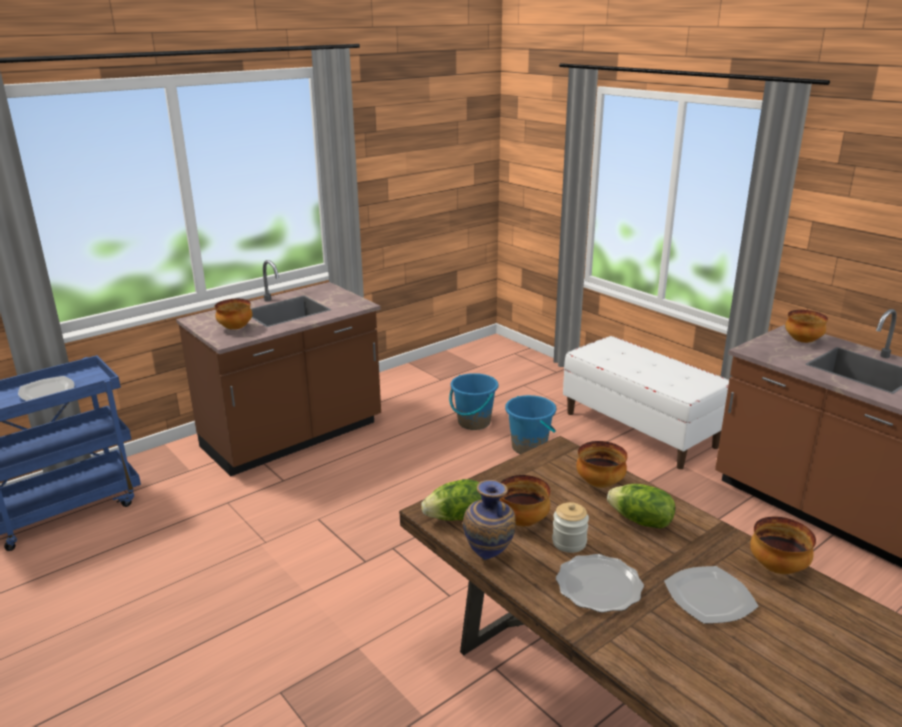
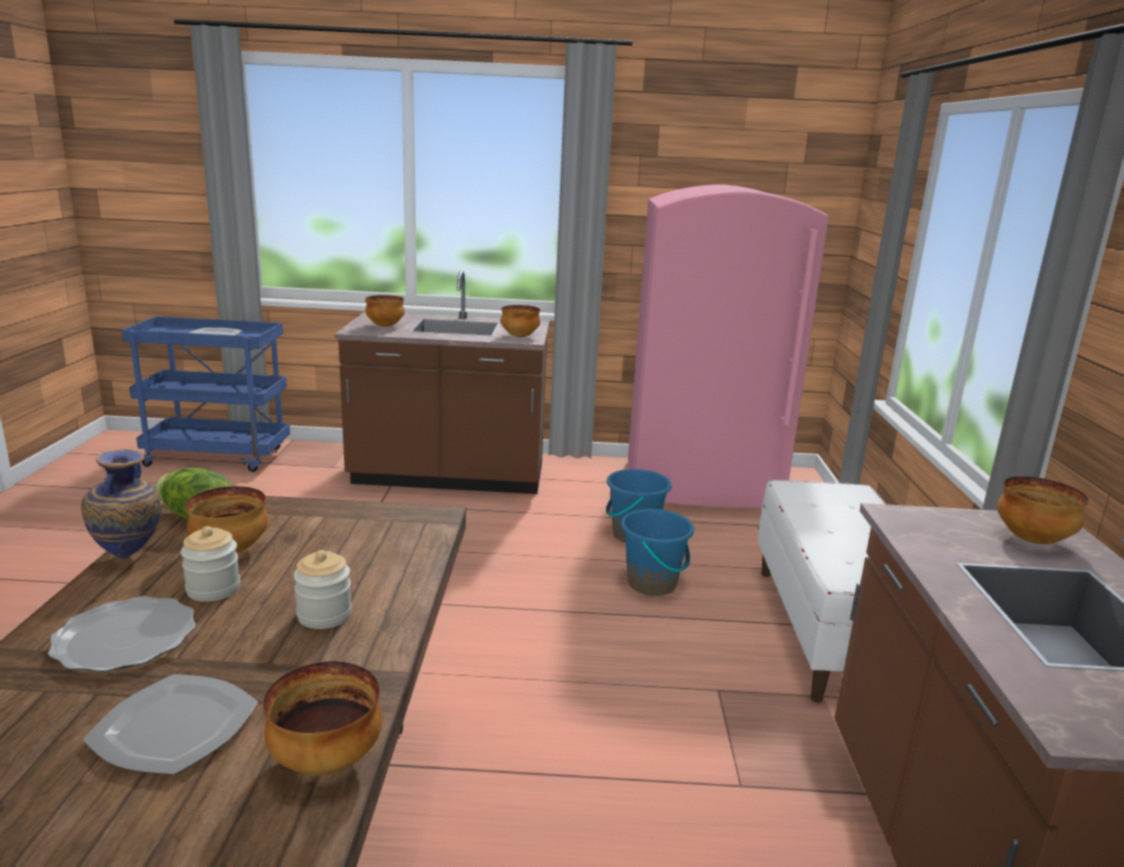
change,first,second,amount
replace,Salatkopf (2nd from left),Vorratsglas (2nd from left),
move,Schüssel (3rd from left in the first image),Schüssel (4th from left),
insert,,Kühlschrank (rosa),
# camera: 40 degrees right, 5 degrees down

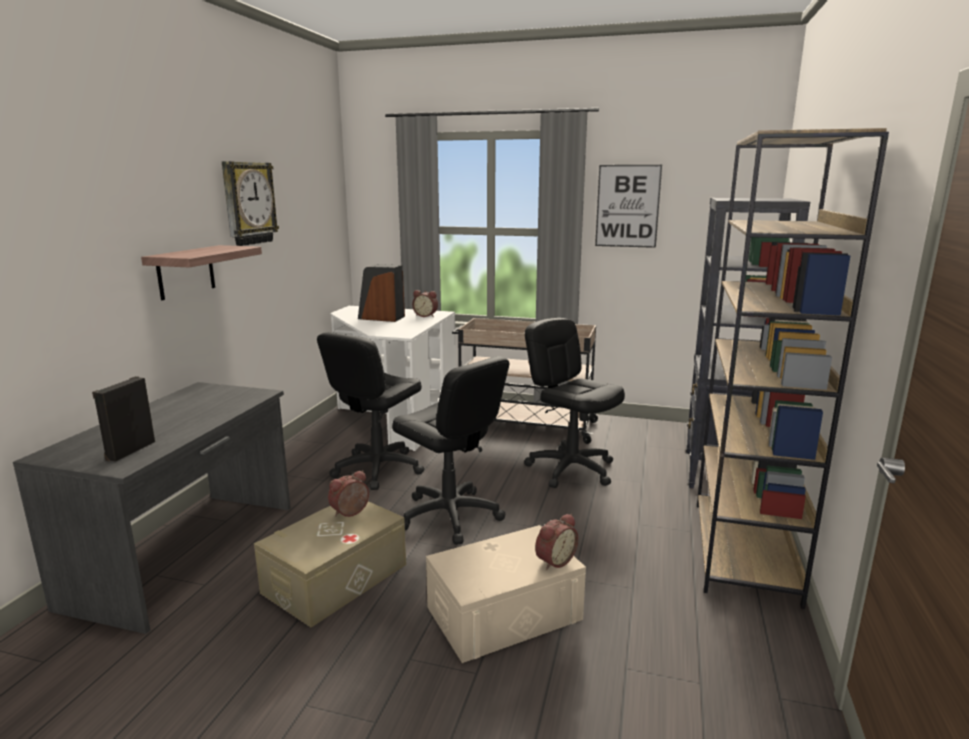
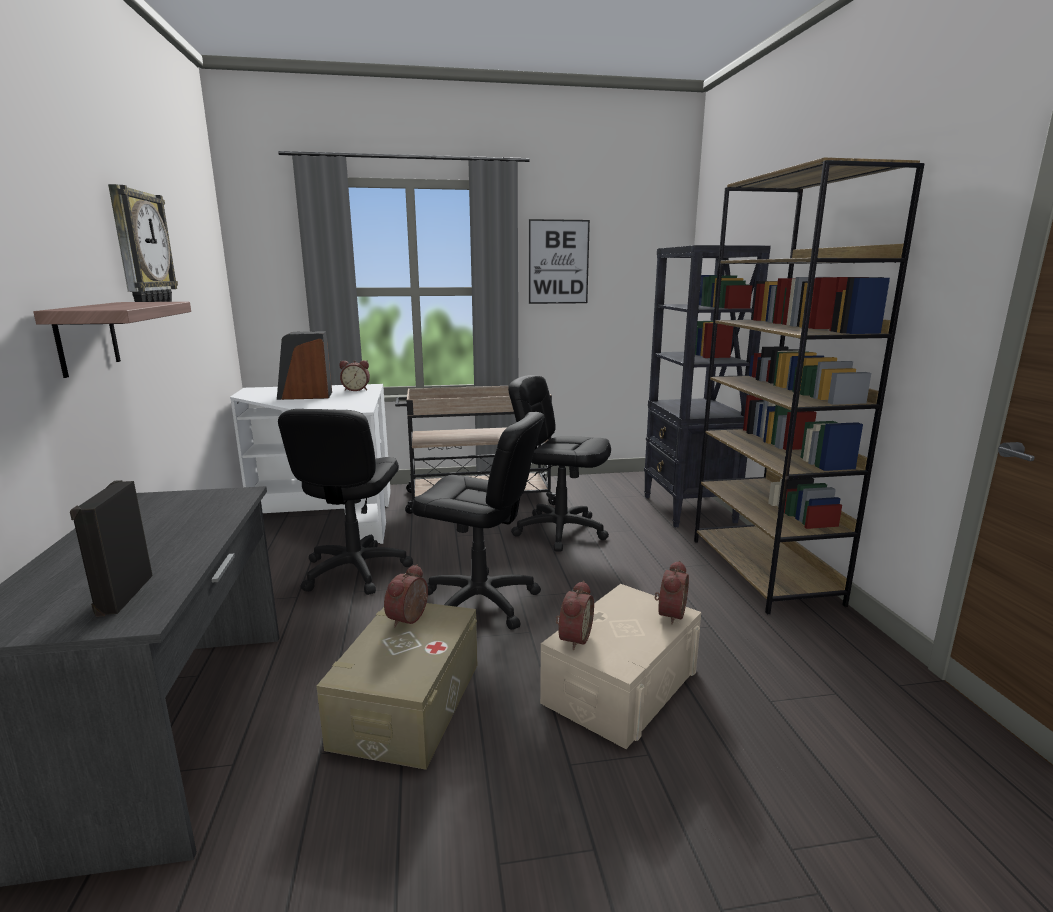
change,first,second,amount
insert,,Wecker (3rd from left),
# camera: 25 degrees left, 0 degrees up

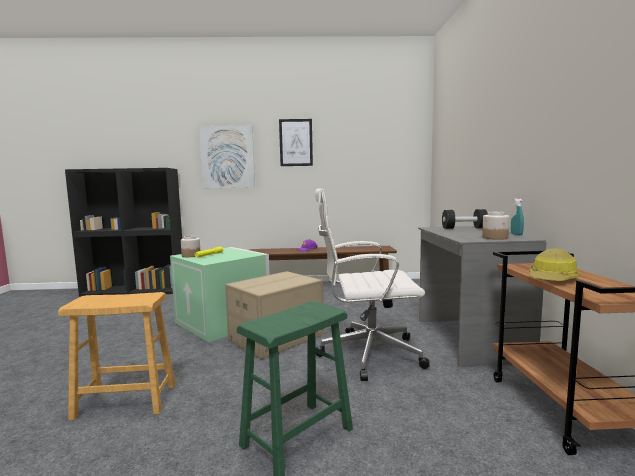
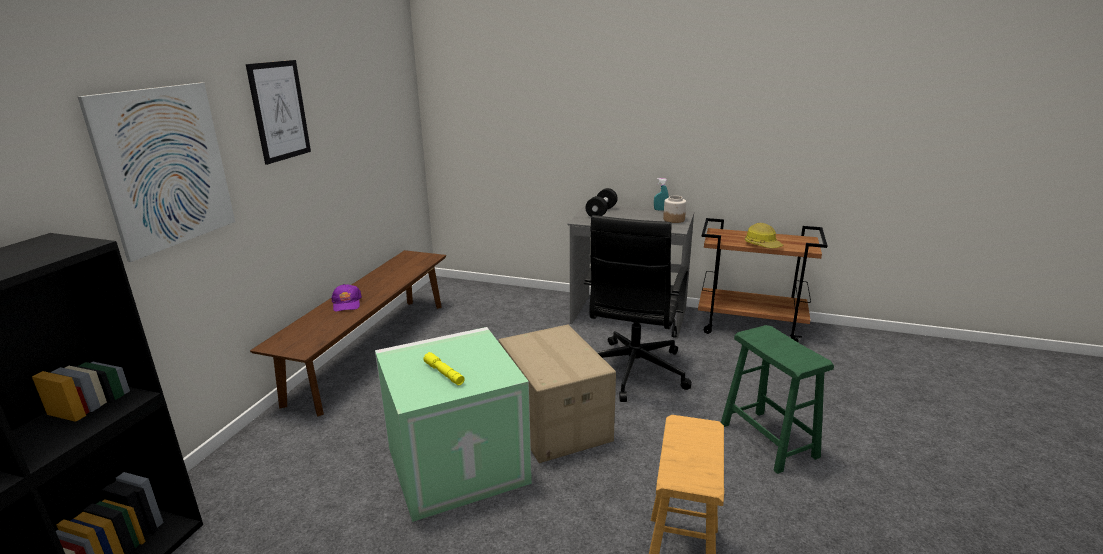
change,first,second,amount
recolor,Bürostuhl (weiß),Bürostuhl (schwarz),
delete,Vorratsglas (1st from left),,
# camera: 70 degrees left, 15 degrees up

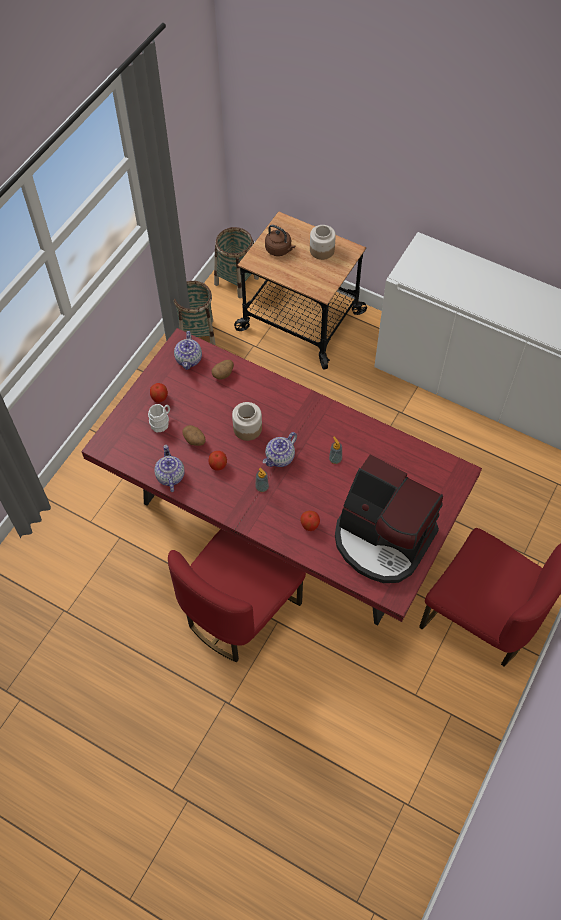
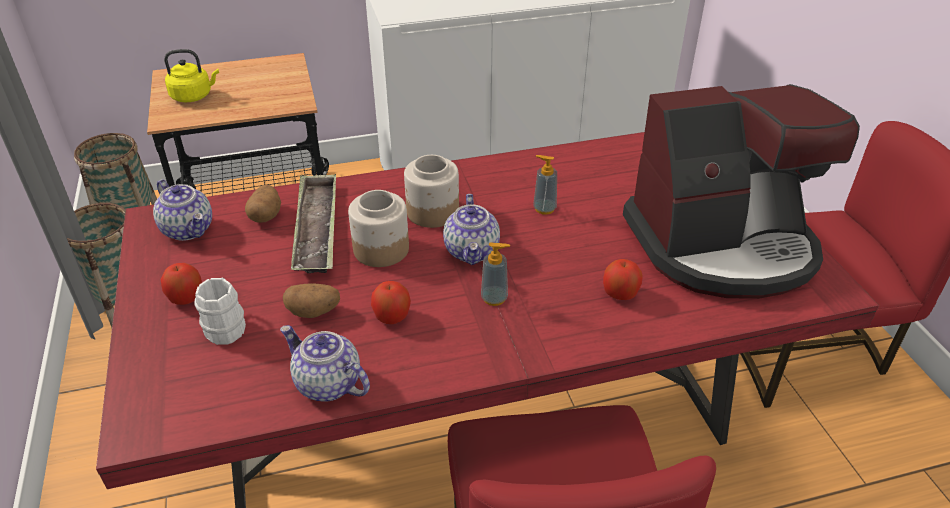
change,first,second,amount
recolor,Wasserkessel (braun),Wasserkessel (gelb),
insert,,Tablett,
move,Vorratsglas (2nd from left),,
# camera: 45 degrees left, 20 degrees down

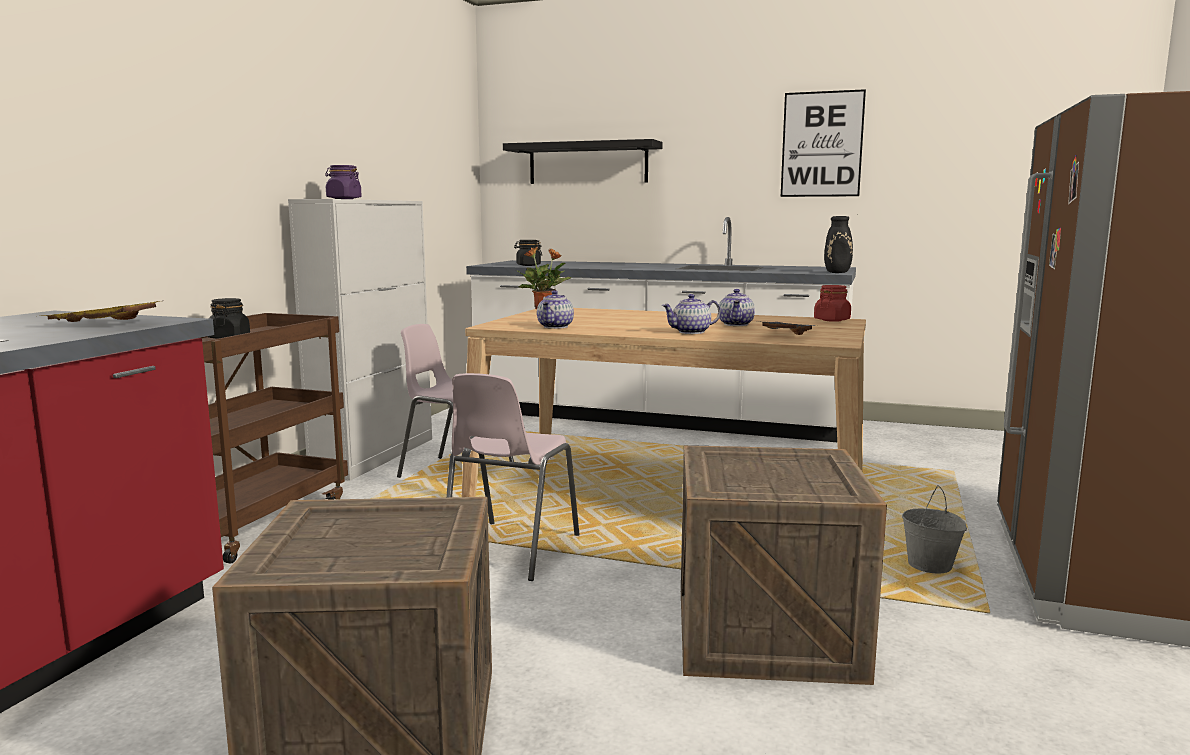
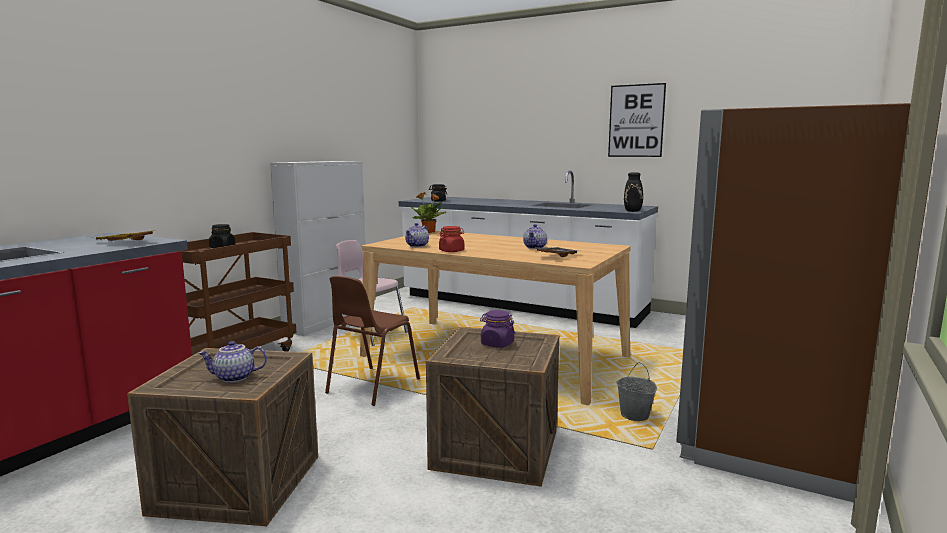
change,first,second,amount
move,Teekanne (2nd from left in the first image),Teekanne (1st from left),
recolor,Stuhl (rosa) (2nd from left),Stuhl (braun),
move,Vorratsglas (rot),,
move,Vorratsglas (lila),,
delete,Wandregal (schwarz),,
# camera: 10 degrees right, 0 degrees up

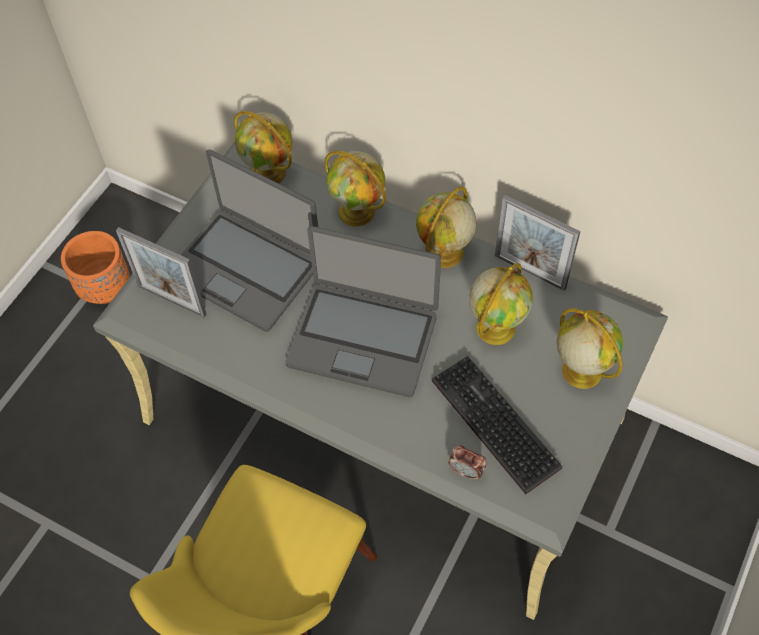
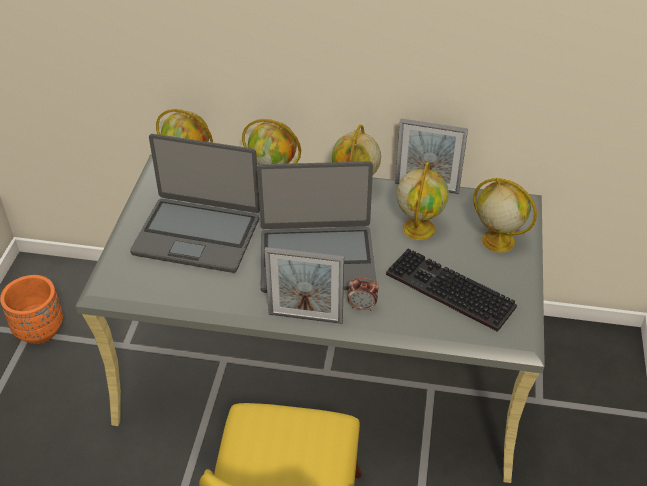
change,first,second,amount
move,Bilderrahmen (1st from left),,
move,Wecker,,
# camera: 20 degrees left, 15 degrees down

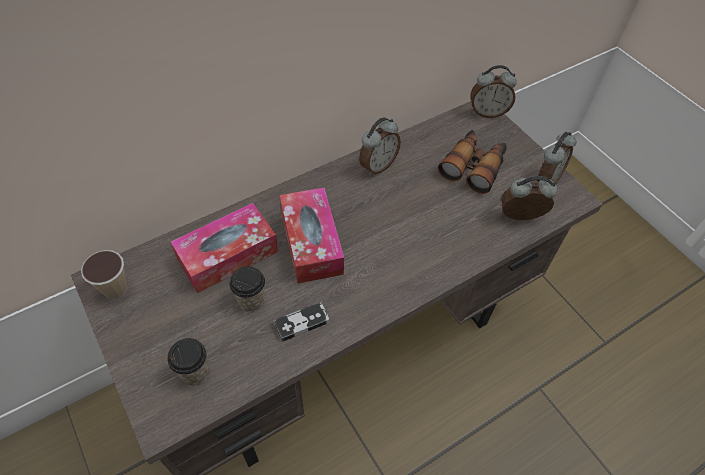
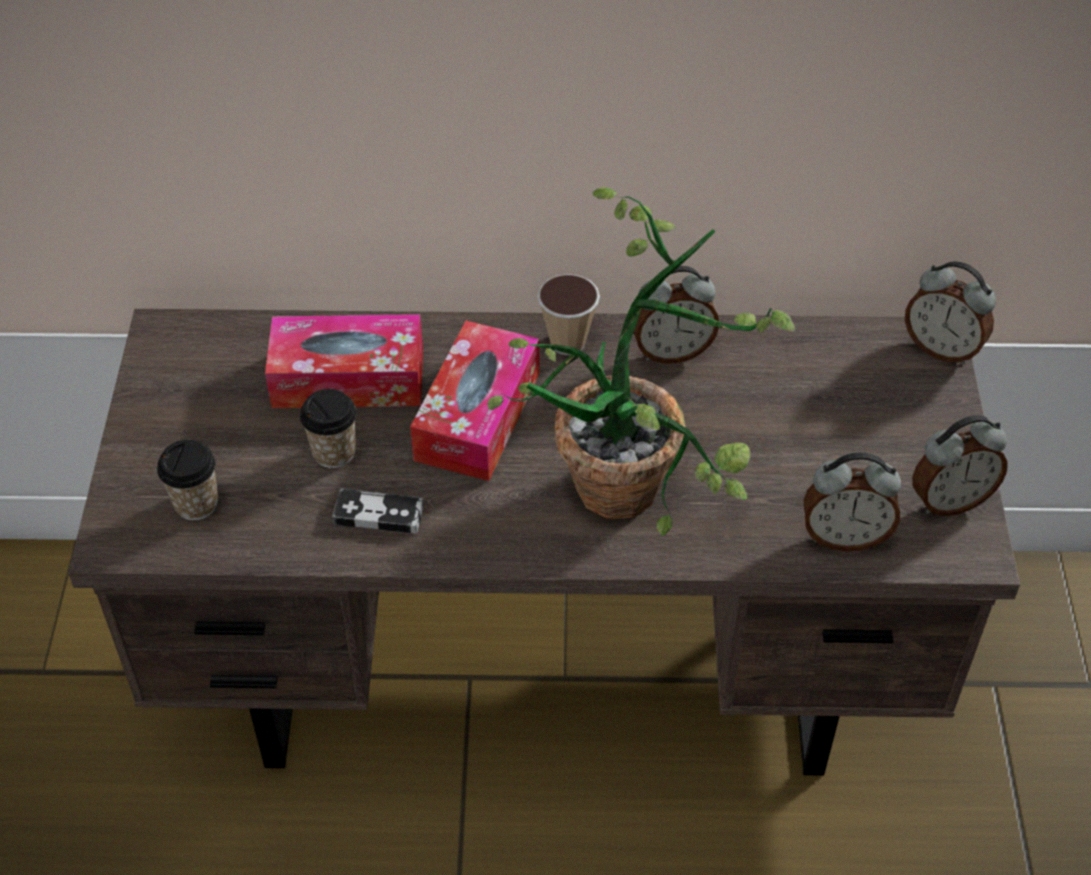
change,first,second,amount
insert,,Topfpflanze,
move,Tasse (1st from left in the first image),Tasse (3rd from left),
rotate,Wecker (3rd from left in the first image),Wecker (2nd from left),150 degrees clockwise
delete,Fernglas,,
# camera: 35 degrees right, 5 degrees down

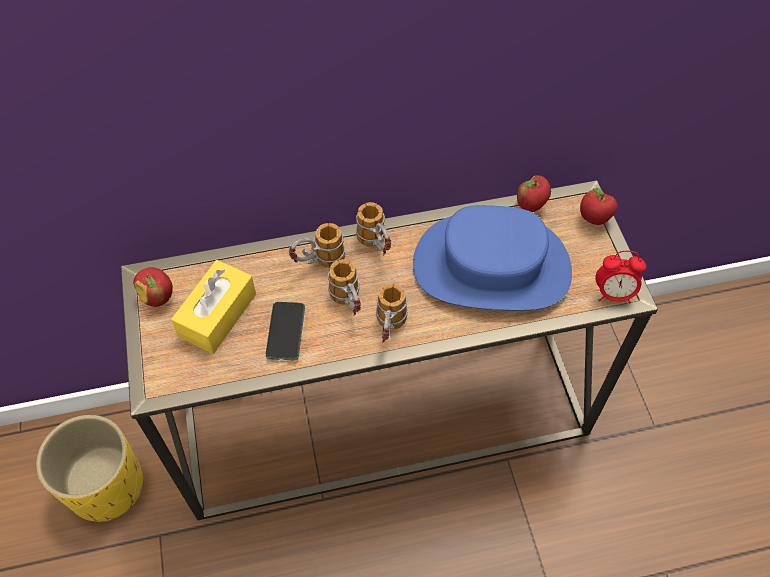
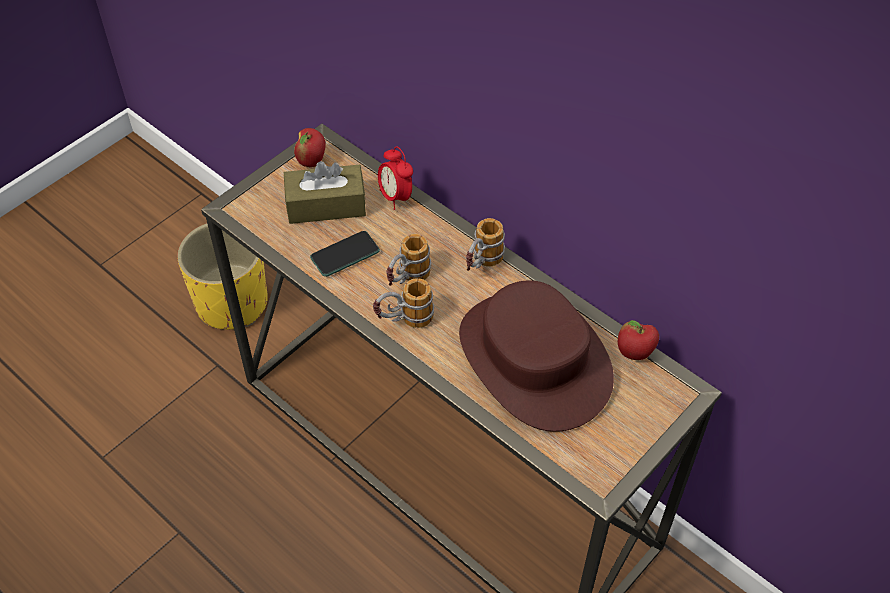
change,first,second,amount
recolor,Taschentuchbox (gelb),Taschentuchbox (braun),
move,Wecker,,
recolor,Hut (blau),Hut (braun),
delete,Henkelbecher (1st from left),,
delete,Apfel (3rd from left),,
# camera: 55 degrees right, 5 degrees down

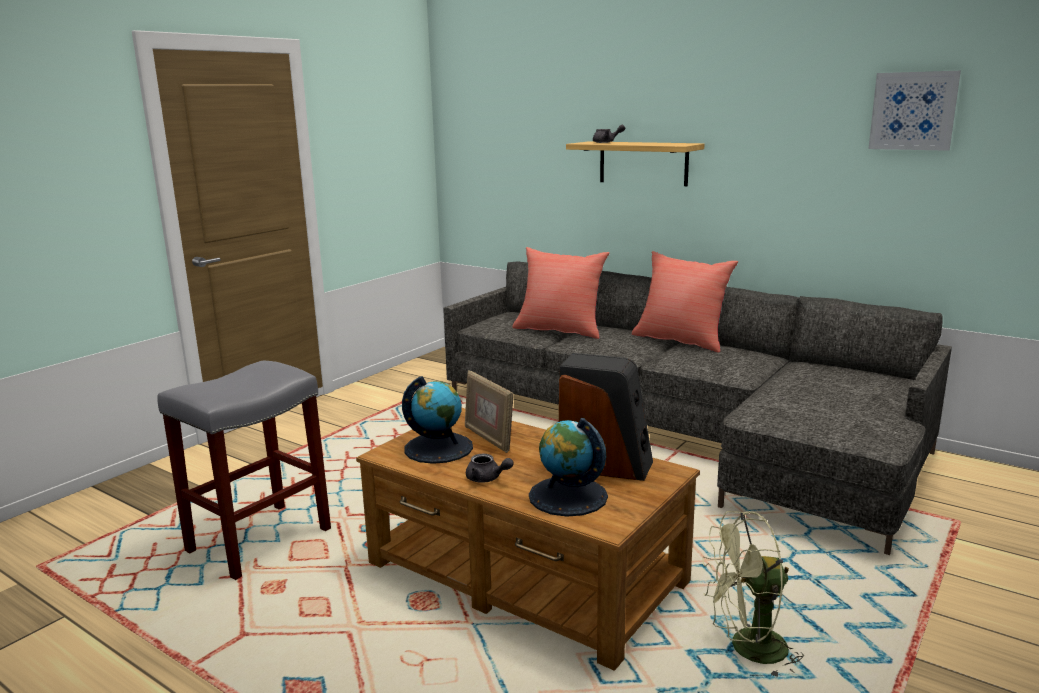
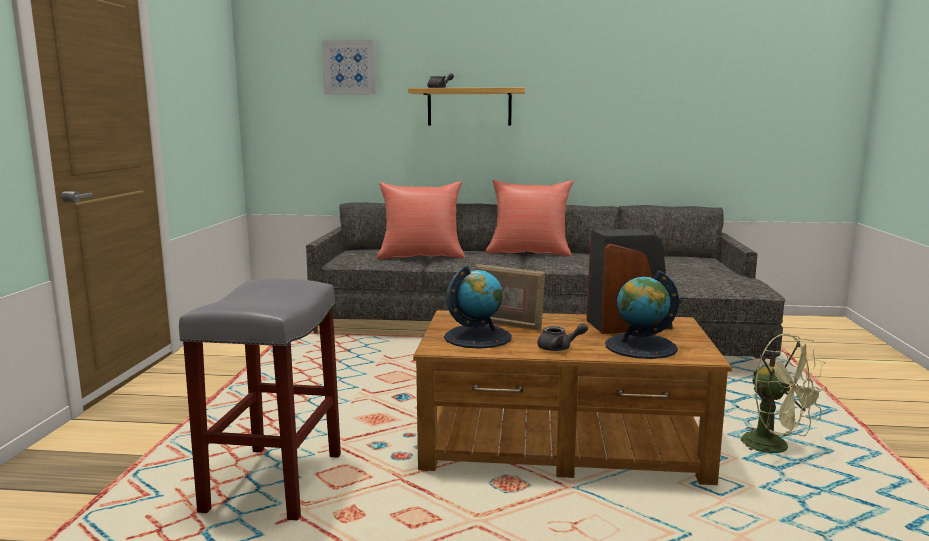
change,first,second,amount
move,Bild,,
rotate,Ventilator (grün),,90 degrees counterclockwise
# camera: 30 degrees left, 5 degrees down

